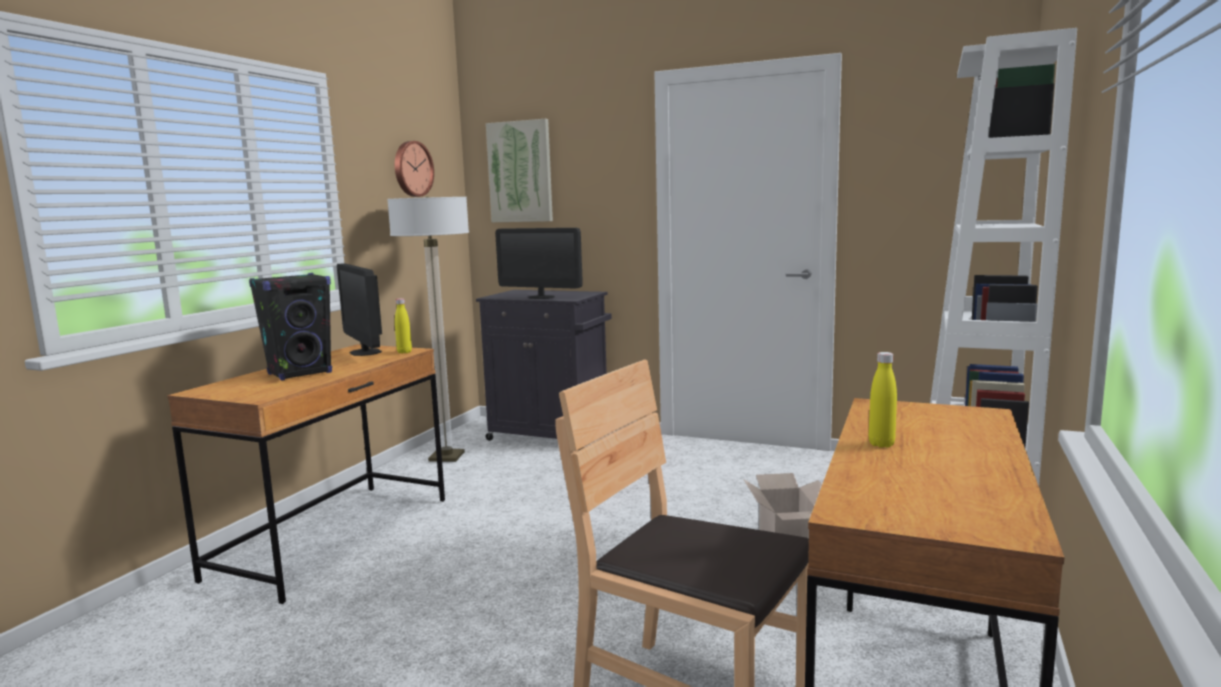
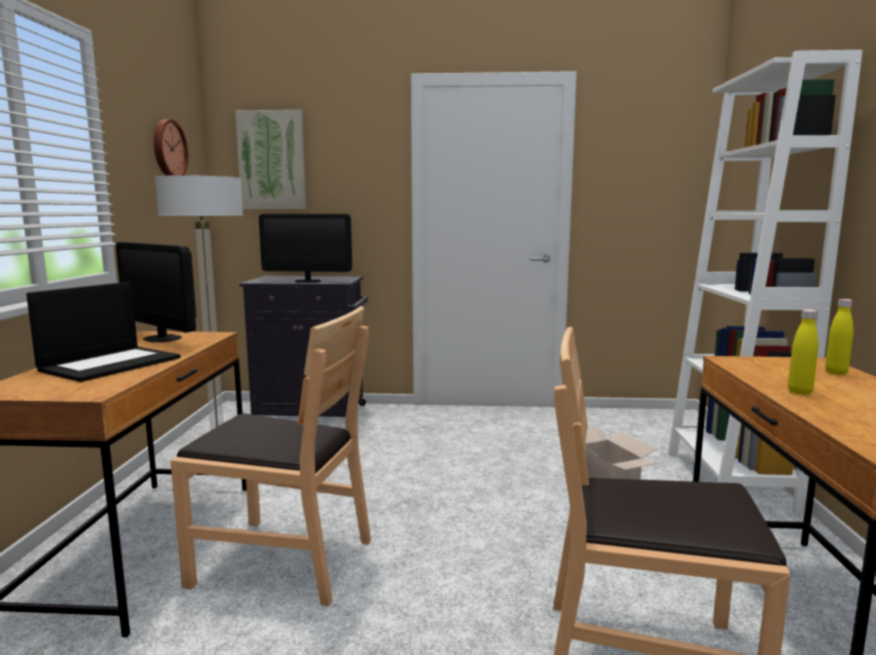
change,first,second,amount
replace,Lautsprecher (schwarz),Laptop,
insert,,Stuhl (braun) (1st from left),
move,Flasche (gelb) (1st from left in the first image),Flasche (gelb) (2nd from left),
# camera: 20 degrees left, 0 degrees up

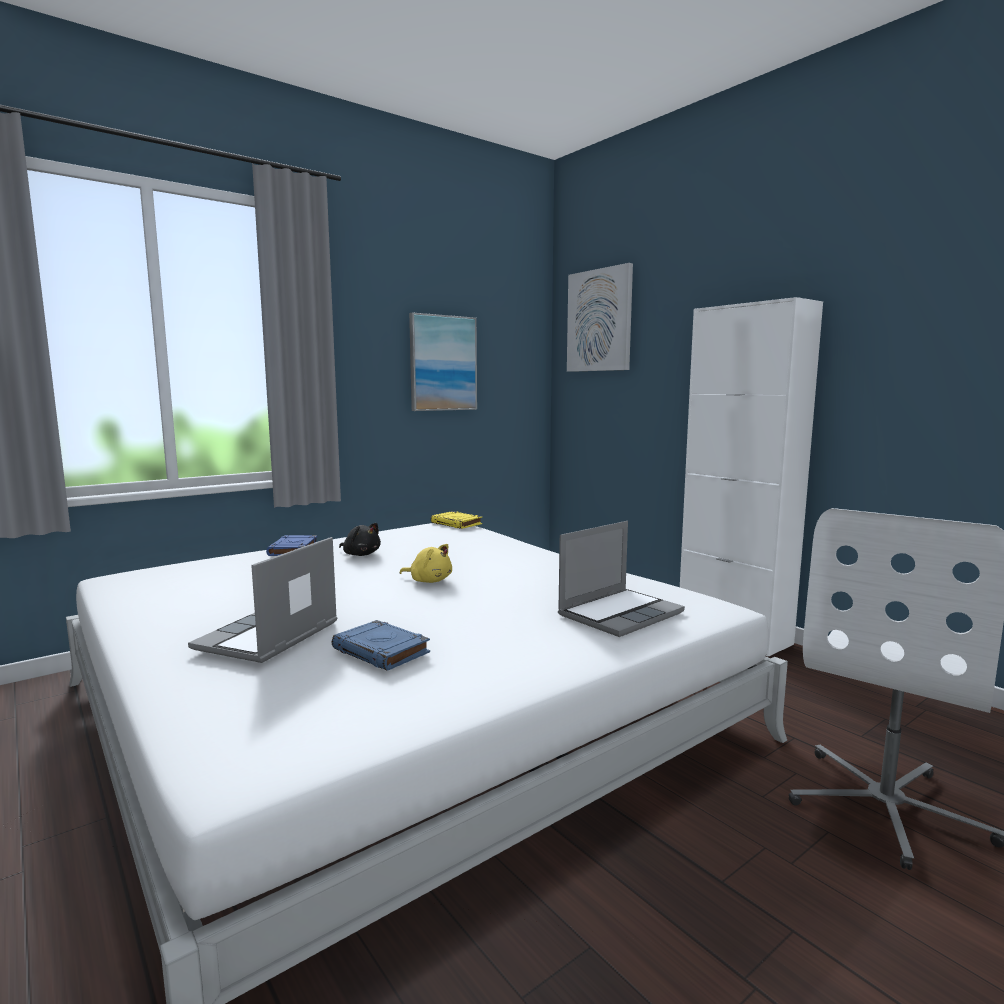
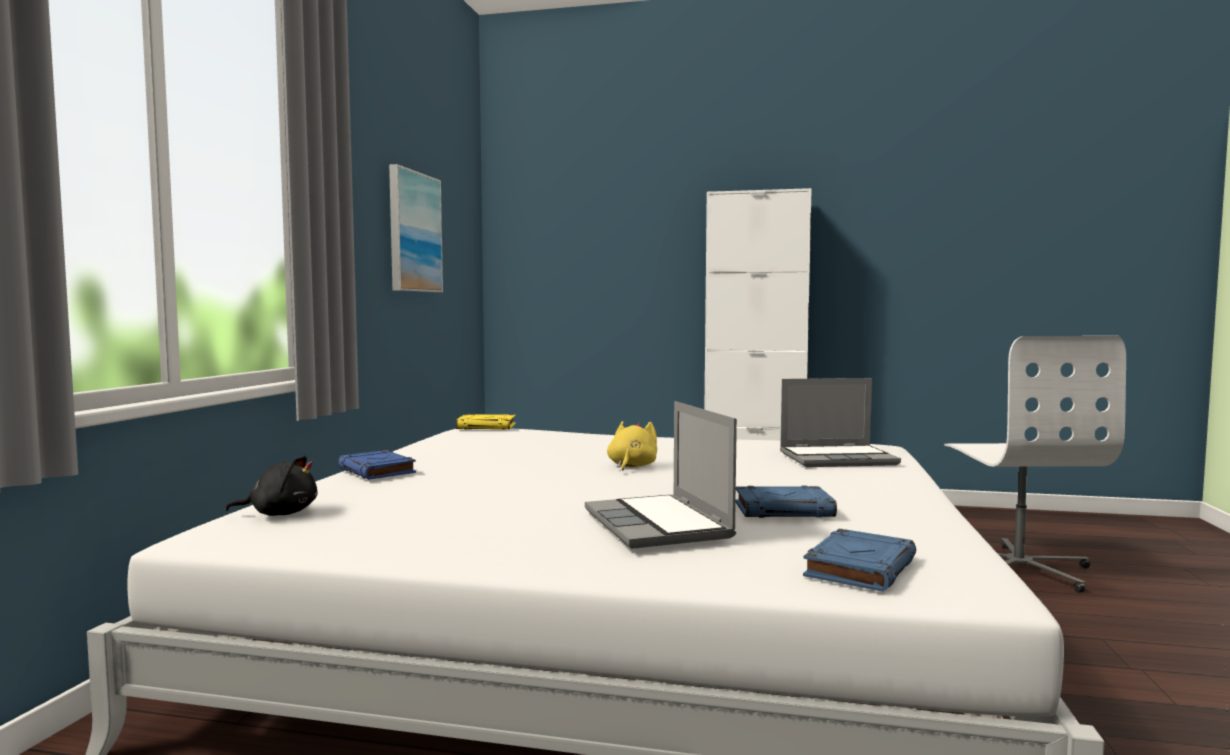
change,first,second,amount
move,Plüschtier (schwarz),,
rotate,Plüschtier (gelb),,60 degrees counterclockwise
rotate,Laptop (2nd from left),,75 degrees clockwise
insert,,Buch (blau) (3rd from left),
delete,Bild (2nd from left),,
# camera: 40 degrees left, 5 degrees down

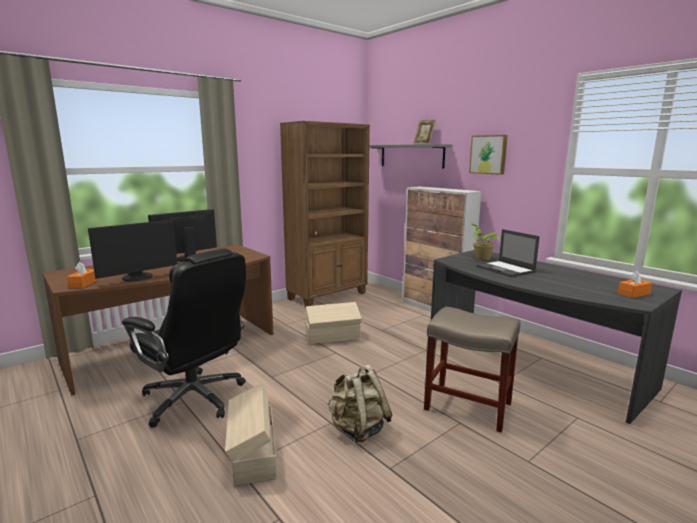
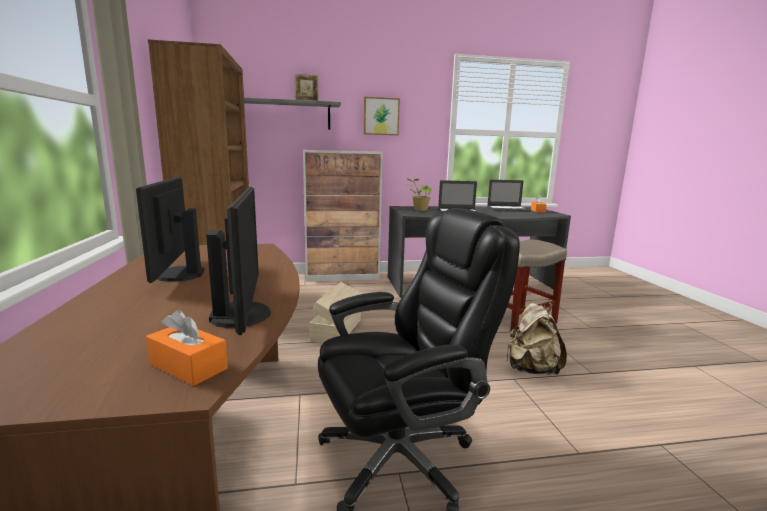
change,first,second,amount
insert,,Laptop (2nd from left),
delete,Aufbewahrungsbox (beige) (1st from left),,
# camera: 60 degrees left, 0 degrees up

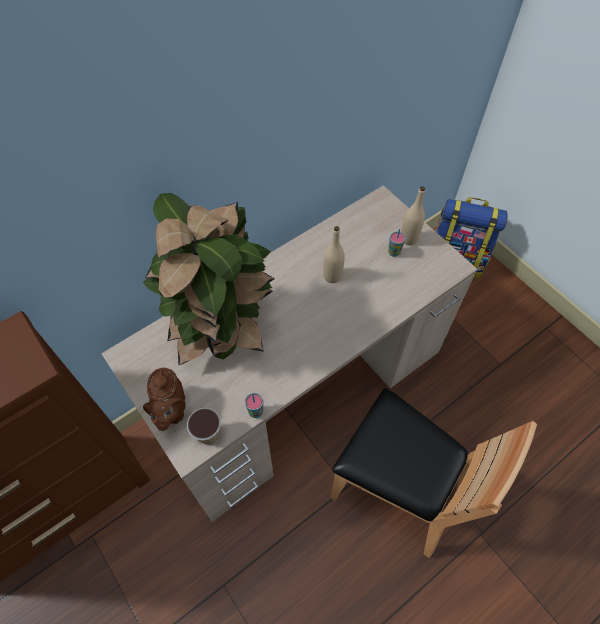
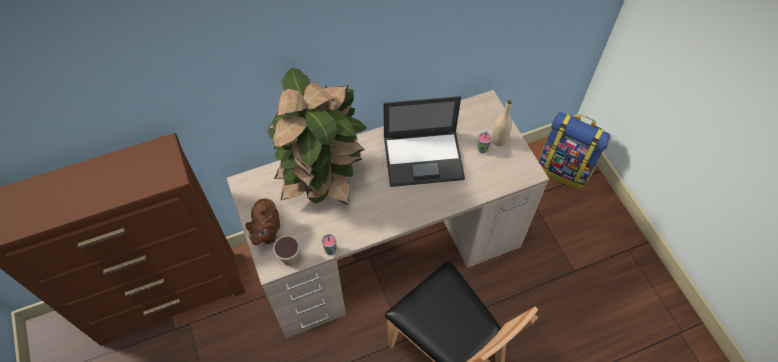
change,first,second,amount
replace,Flasche (beige) (1st from left),Laptop,
# camera: 15 degrees right, 0 degrees up

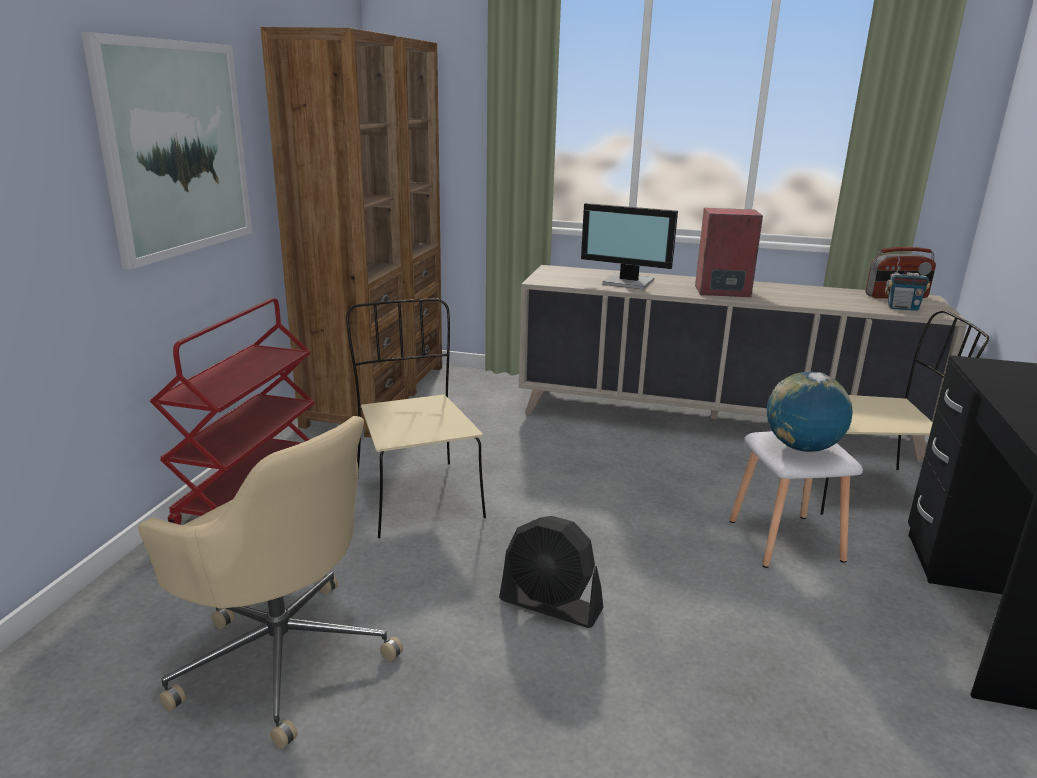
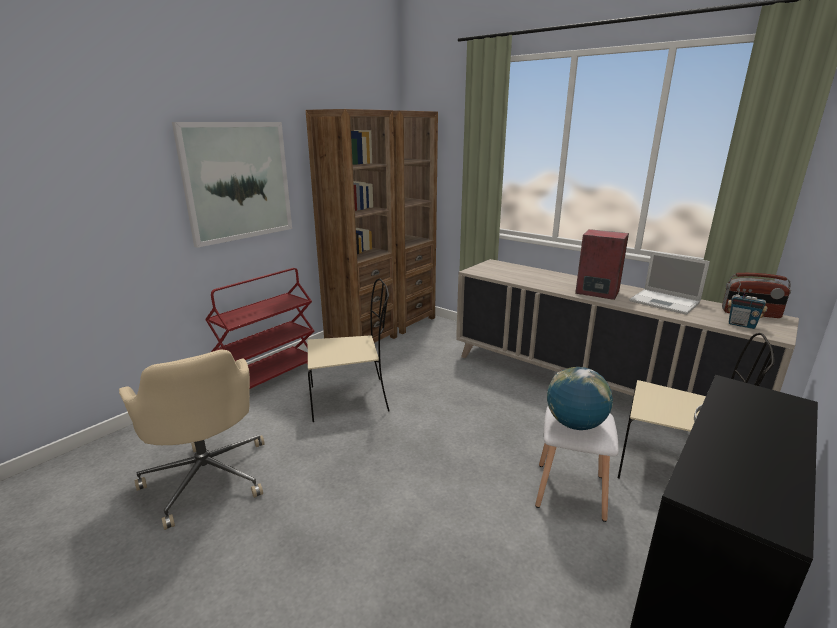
change,first,second,amount
rotate,Stuhl (beige) (1st from left),,75 degrees clockwise
insert,,Laptop,
delete,Ventilator (schwarz),,
delete,Monitor,,
# camera: 25 degrees right, 0 degrees up

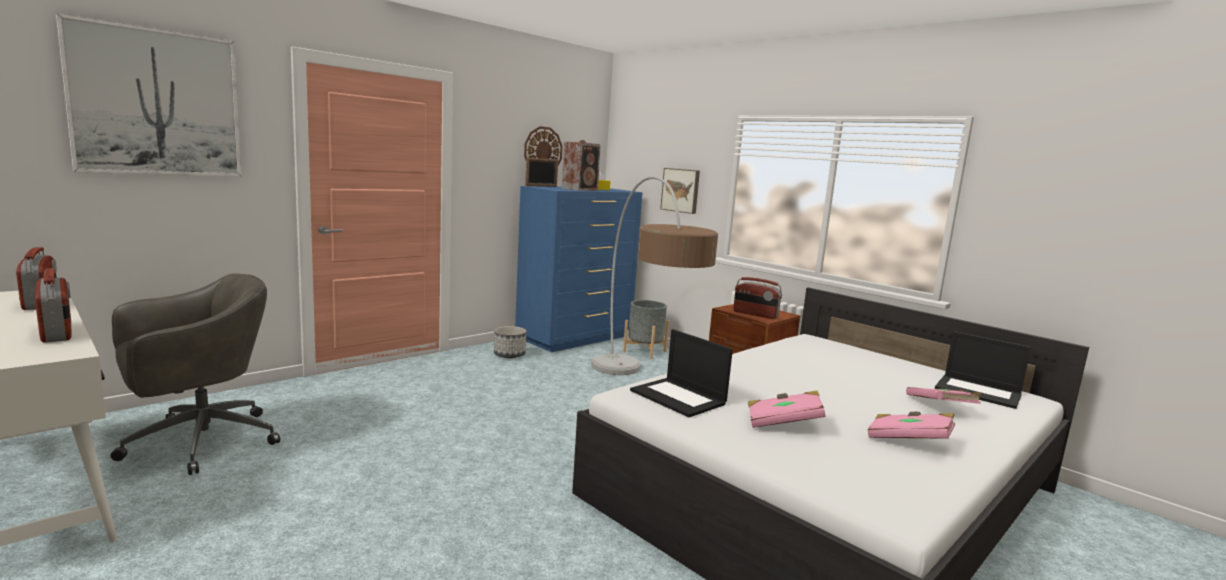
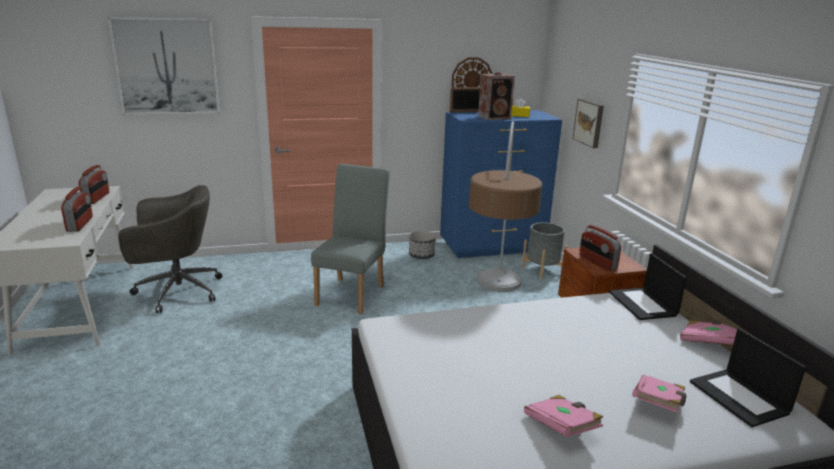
change,first,second,amount
insert,,Stuhl (grau),
move,Laptop (1st from left),,
move,Buch (rosa) (1st from left in the first image),Buch (rosa) (3rd from left),
# camera: 30 degrees right, 10 degrees up

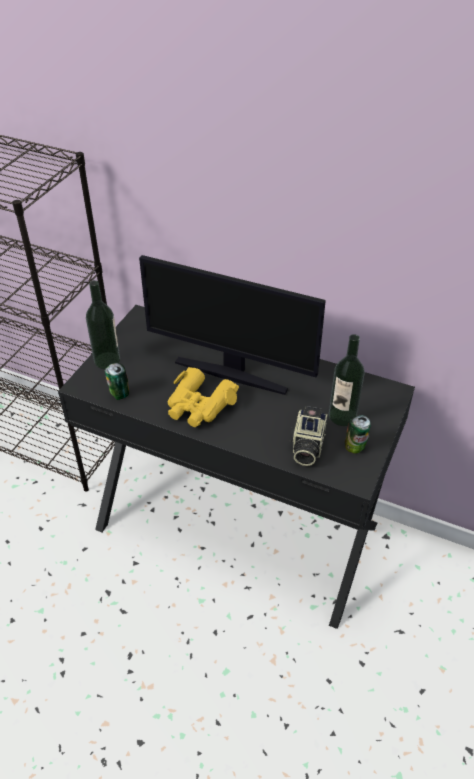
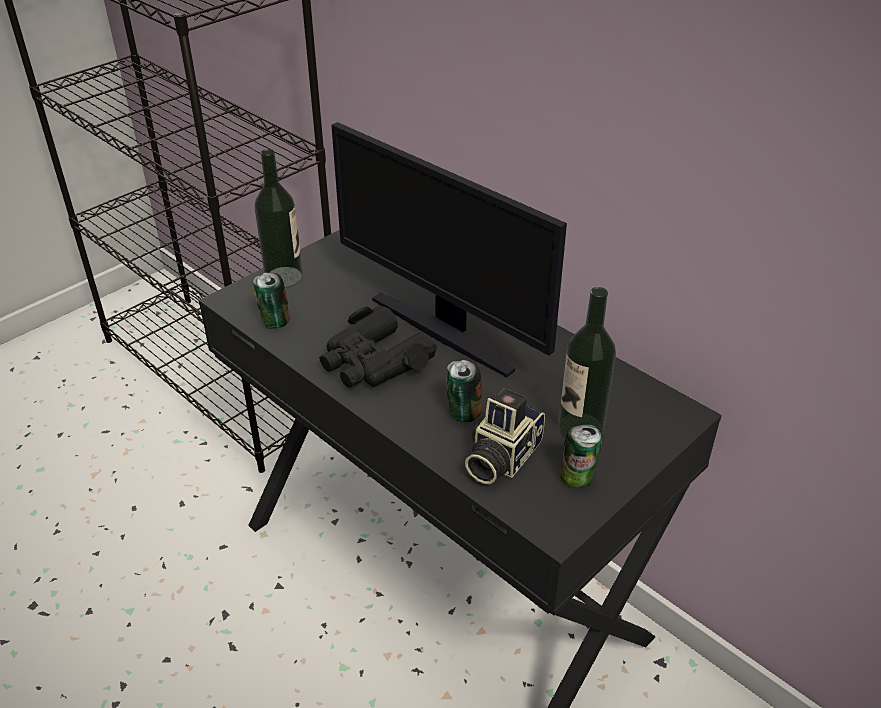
change,first,second,amount
recolor,Fernglas (gelb),Fernglas (schwarz),
insert,,Dose (2nd from left),
# camera: 20 degrees right, 5 degrees down

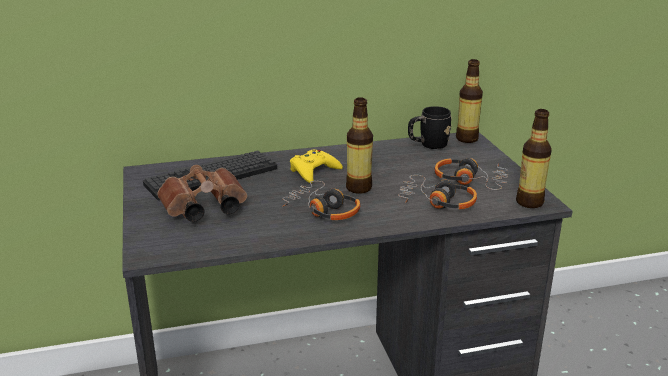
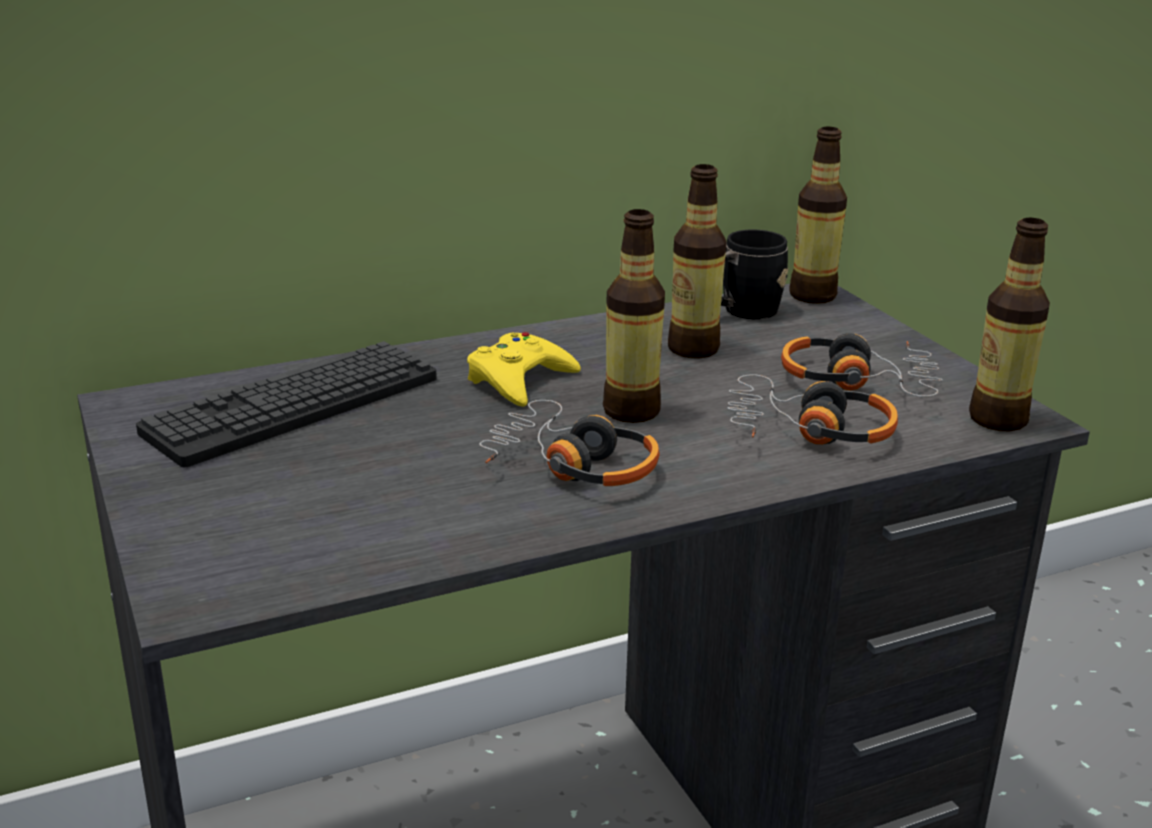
change,first,second,amount
insert,,Flasche (2nd from left),
delete,Fernglas (braun),,
# camera: 10 degrees left, 0 degrees up

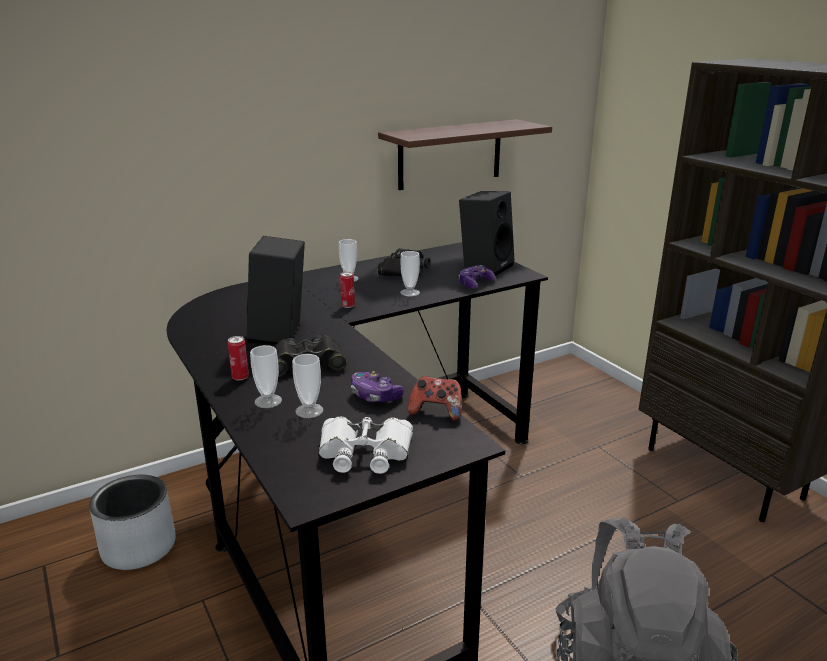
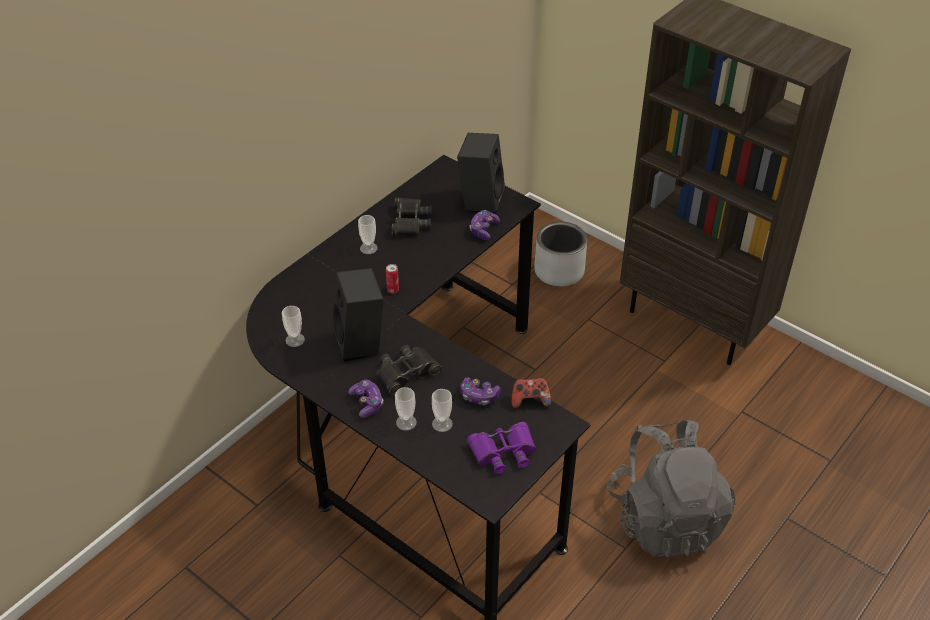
change,first,second,amount
move,Tasse (4th from left in the first image),Tasse (1st from left),
replace,Dose (1st from left),Gamepad (1st from left),
recolor,Fernglas (weiß),Fernglas (lila),
move,Pflanzkübel (grau),,
delete,Wandregal,,
# camera: 20 degrees left, 20 degrees up

